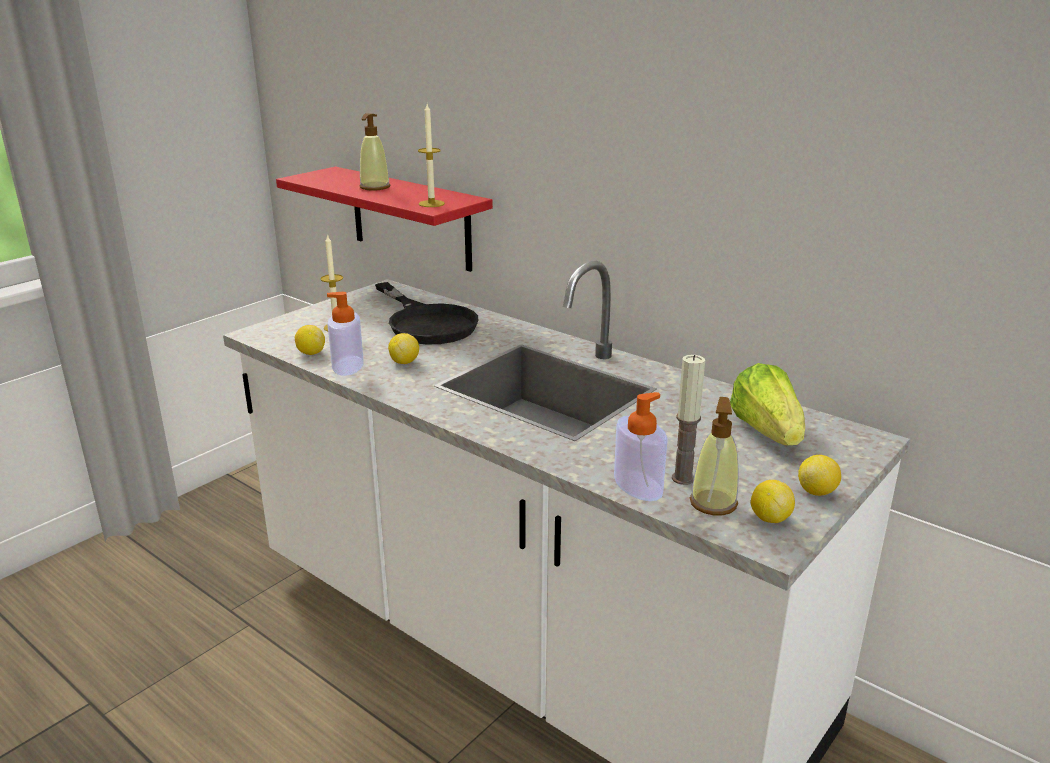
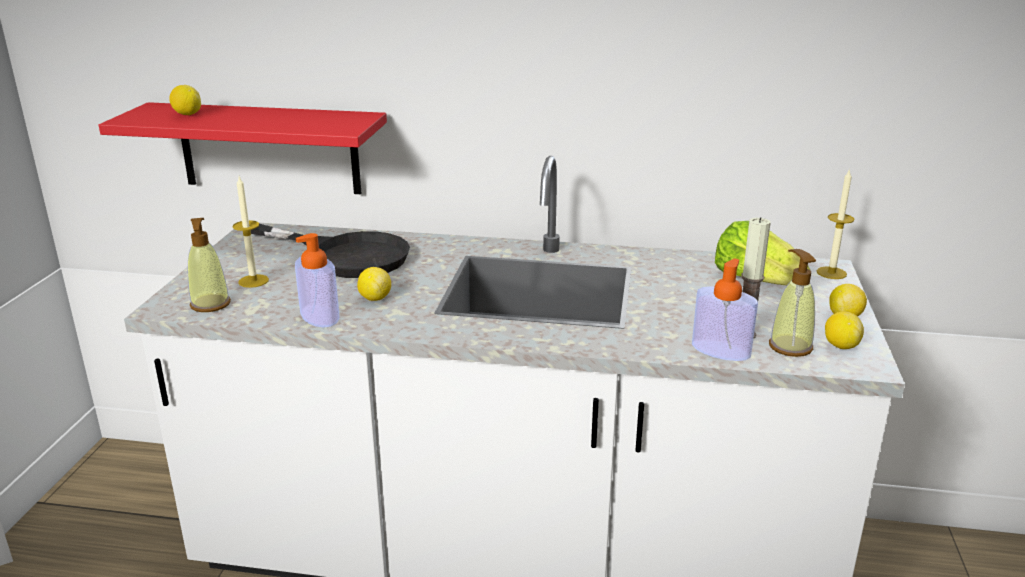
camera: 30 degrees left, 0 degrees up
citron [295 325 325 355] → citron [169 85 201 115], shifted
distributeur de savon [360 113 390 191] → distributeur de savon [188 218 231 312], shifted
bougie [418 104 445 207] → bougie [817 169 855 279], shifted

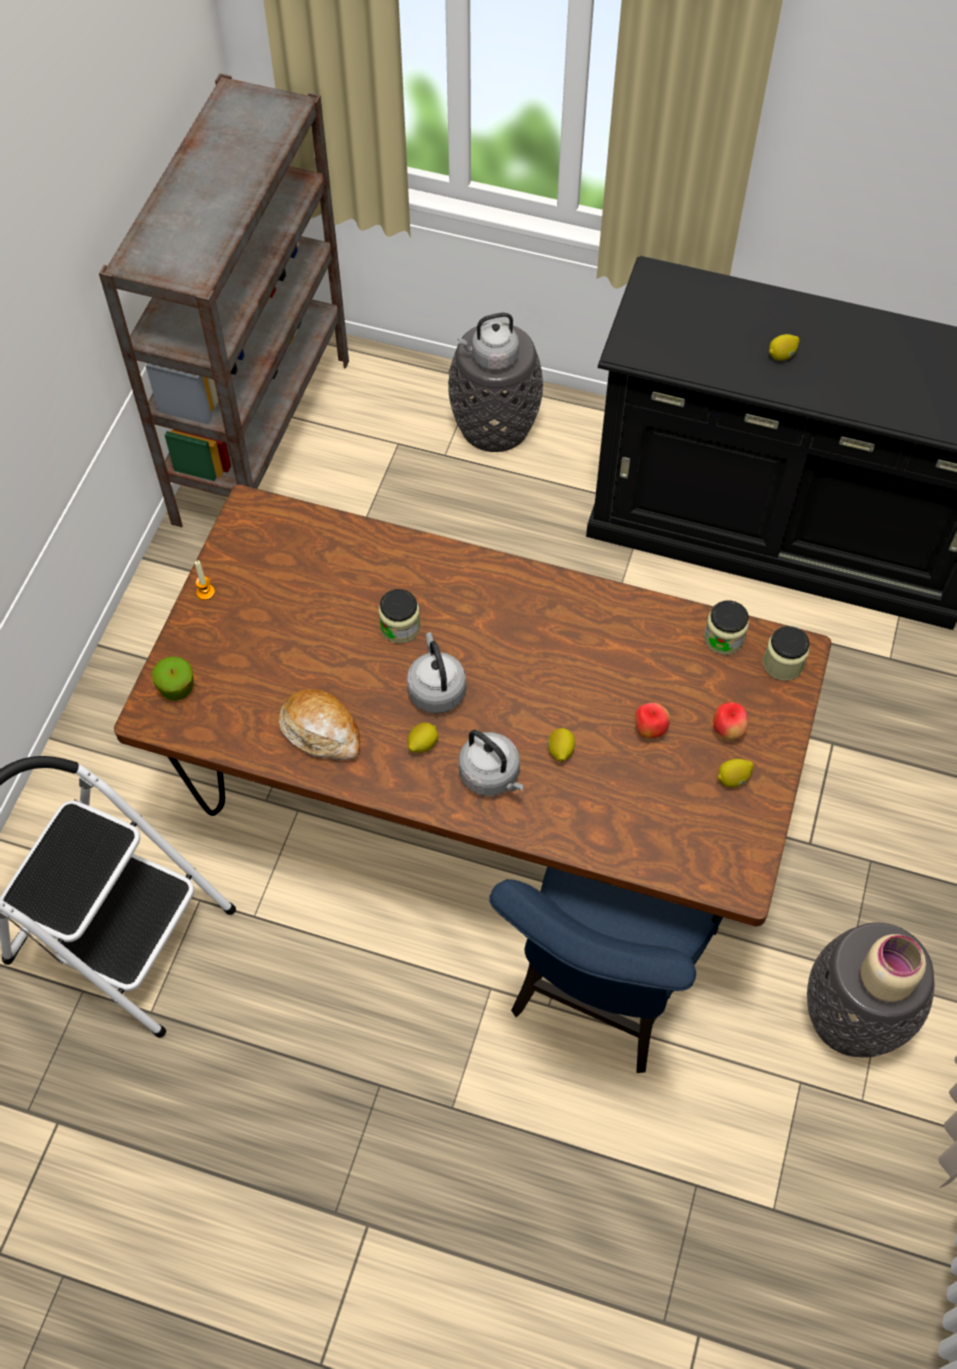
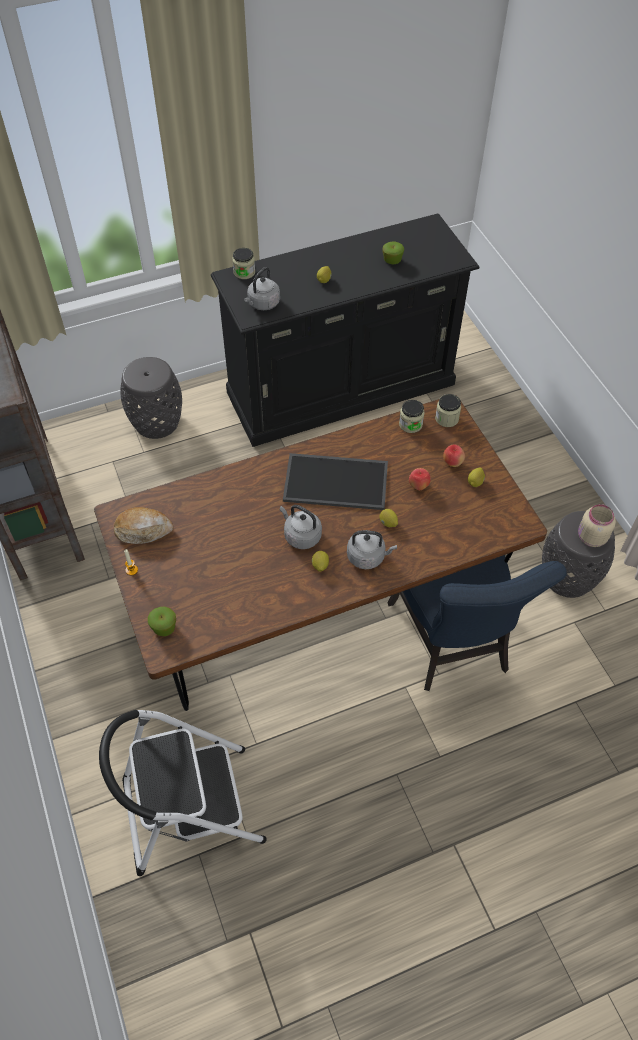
camera: 40 degrees left, 5 degrees down
pain [279 689 361 760] → pain [114 507 174 544], shifted
bocal [378 589 420 643] → bocal [232 248 255 279], shifted
bouilloire/gris [458 313 519 371] → bouilloire/gris [244 267 280 310], shifted
- → plateau [283 453 388 510]
- → pomme [382 242 404 264]

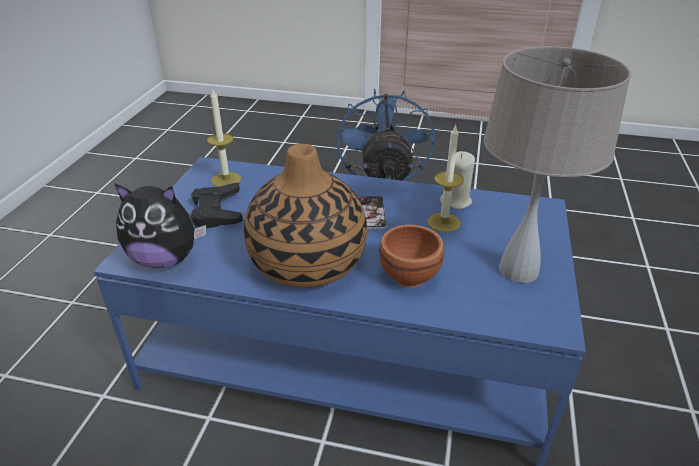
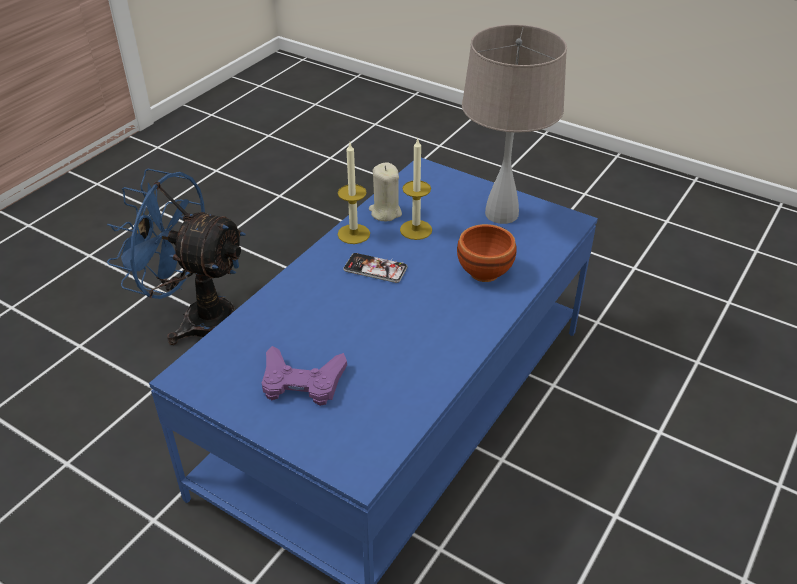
camera: 70 degrees left, 5 degrees up
peluche [114 183 206 268] → -
manette/noir [191 183 243 228] → manette/violet [262 346 347 406]
bougie [207 90 241 187] → bougie [338 143 370 244], shifted
vase [244 144 367 288] → -

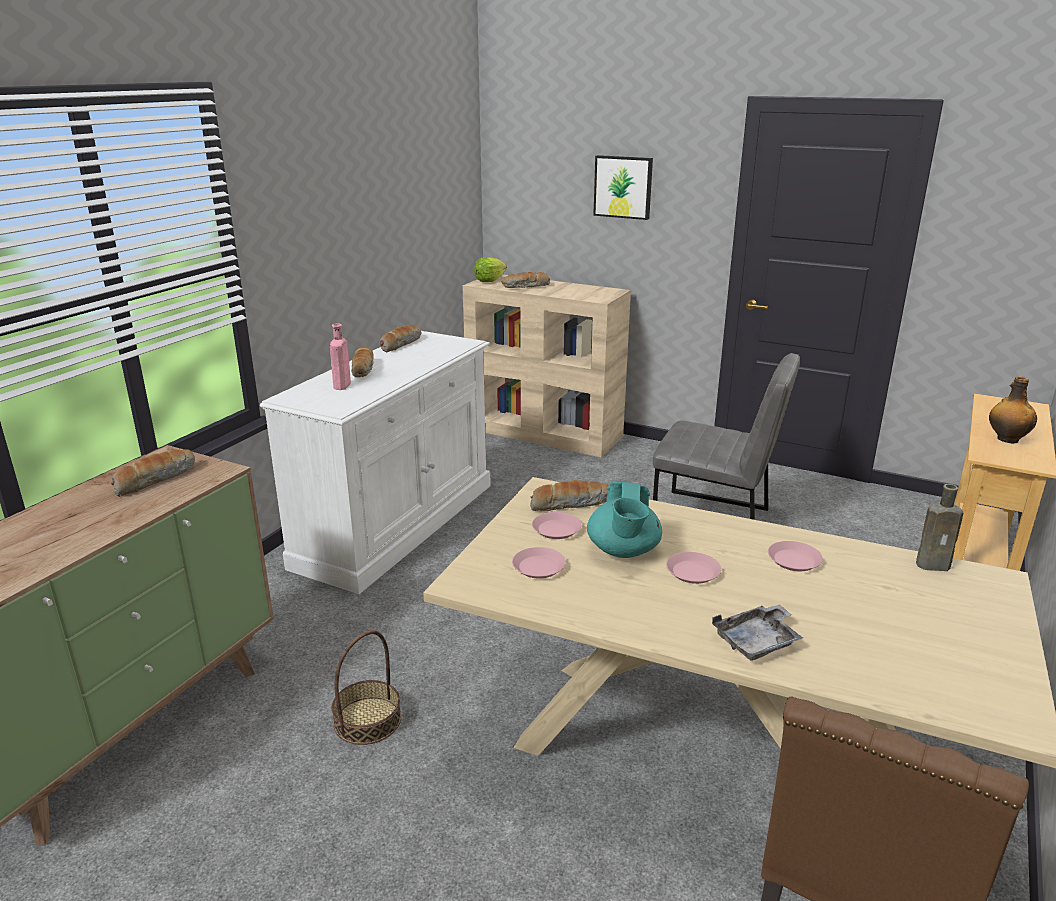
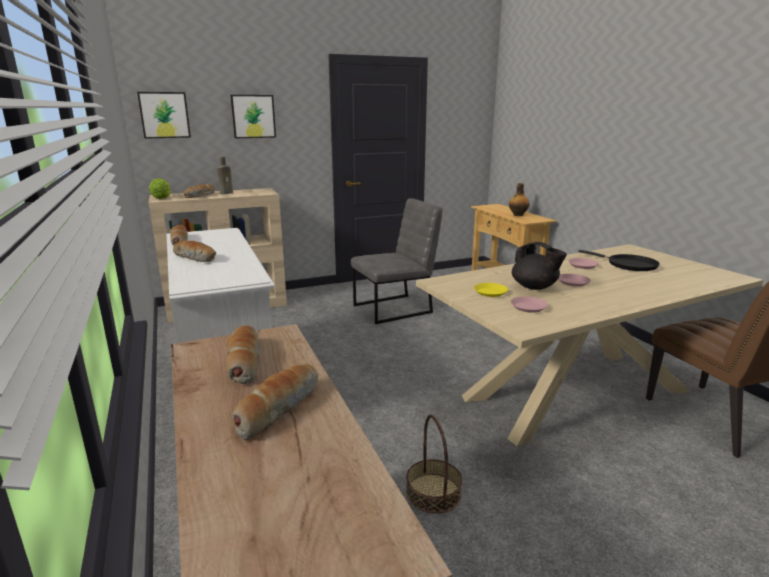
camera: 50 degrees left, 5 degrees down
bouteille/rose [330 323 351 390] → -
pain [530 480 609 511] → pain [232 364 318 440], shifted
assiette/rose [532 512 582 539] → assiette/jaune [474 283 508 297]
théière/turquoise [587 482 662 558] → théière/noir [512 242 567 290]
plateau/gris [712 604 803 661] → -
bouteille/marron [916 484 963 571] → bouteille/marron [217 157 233 194], shifted
- → tableau [137 92 191 139]
- → poêle/noir [578 250 660 271]

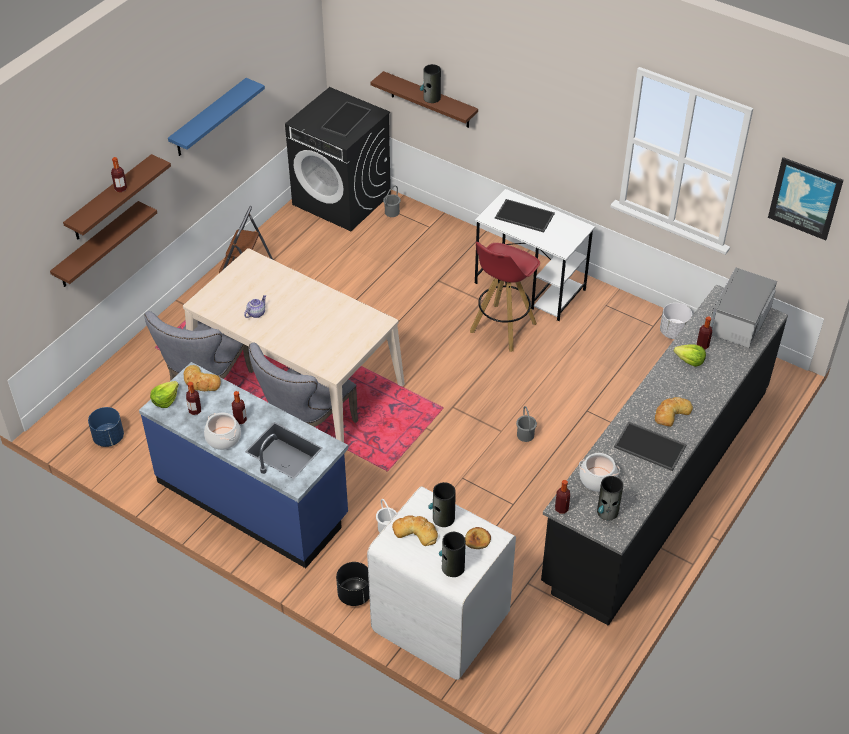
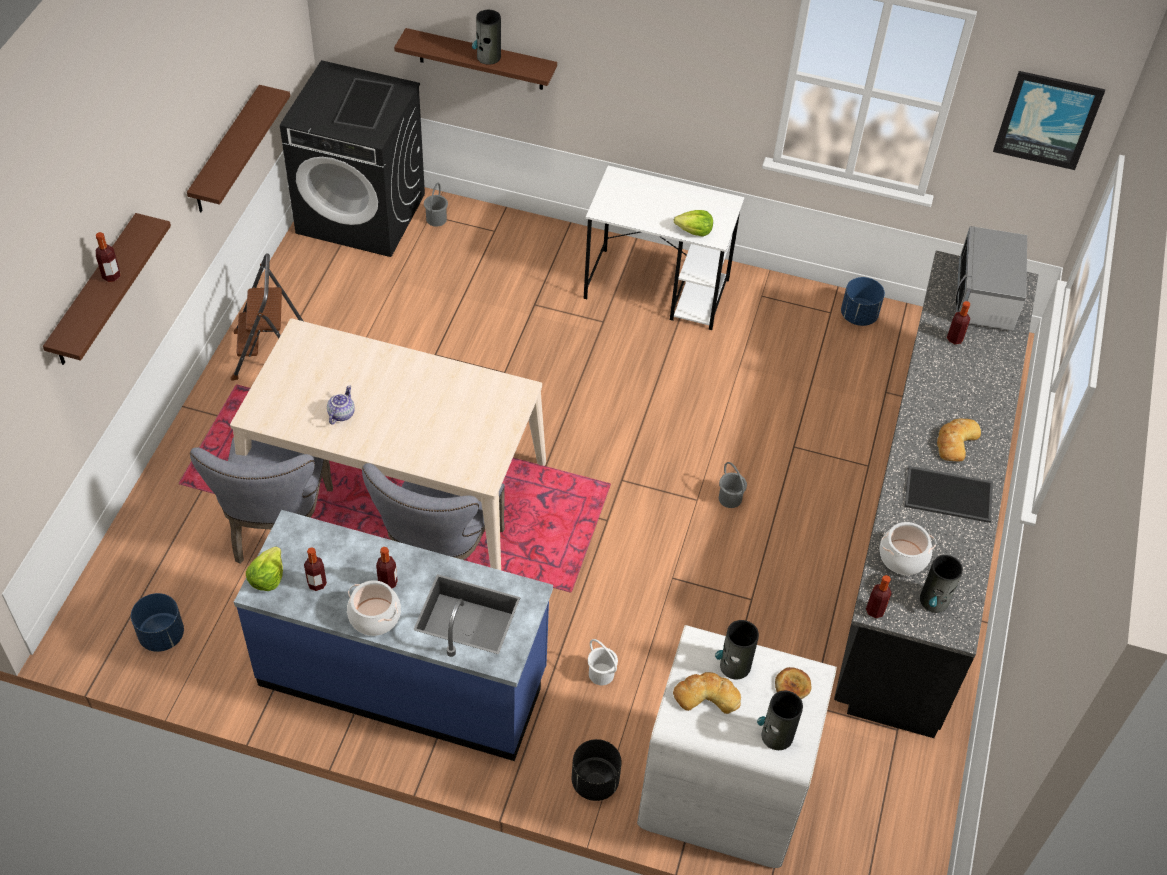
camera: 20 degrees left, 5 degrees up
étagère/marron [50 201 157 287] → étagère/marron [187 85 290 213], shifted
étagère/bleu [168 78 265 156] → -
pain [184 365 221 391] → -
tabouret/rouge [470 242 540 352] → -
plateau [495 199 555 233] → -
cache-pot/blanc [660 303 692 339] → cache-pot/bleu [841 277 885 326]
laitue [674 344 706 367] → laitue [674 210 713 237], shifted

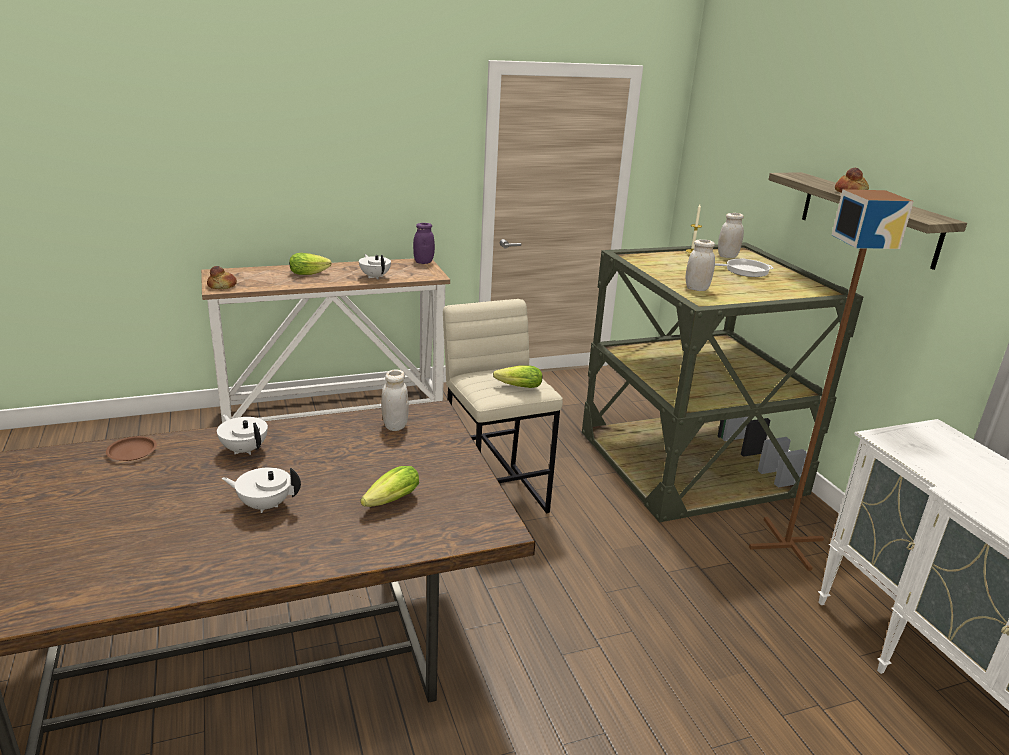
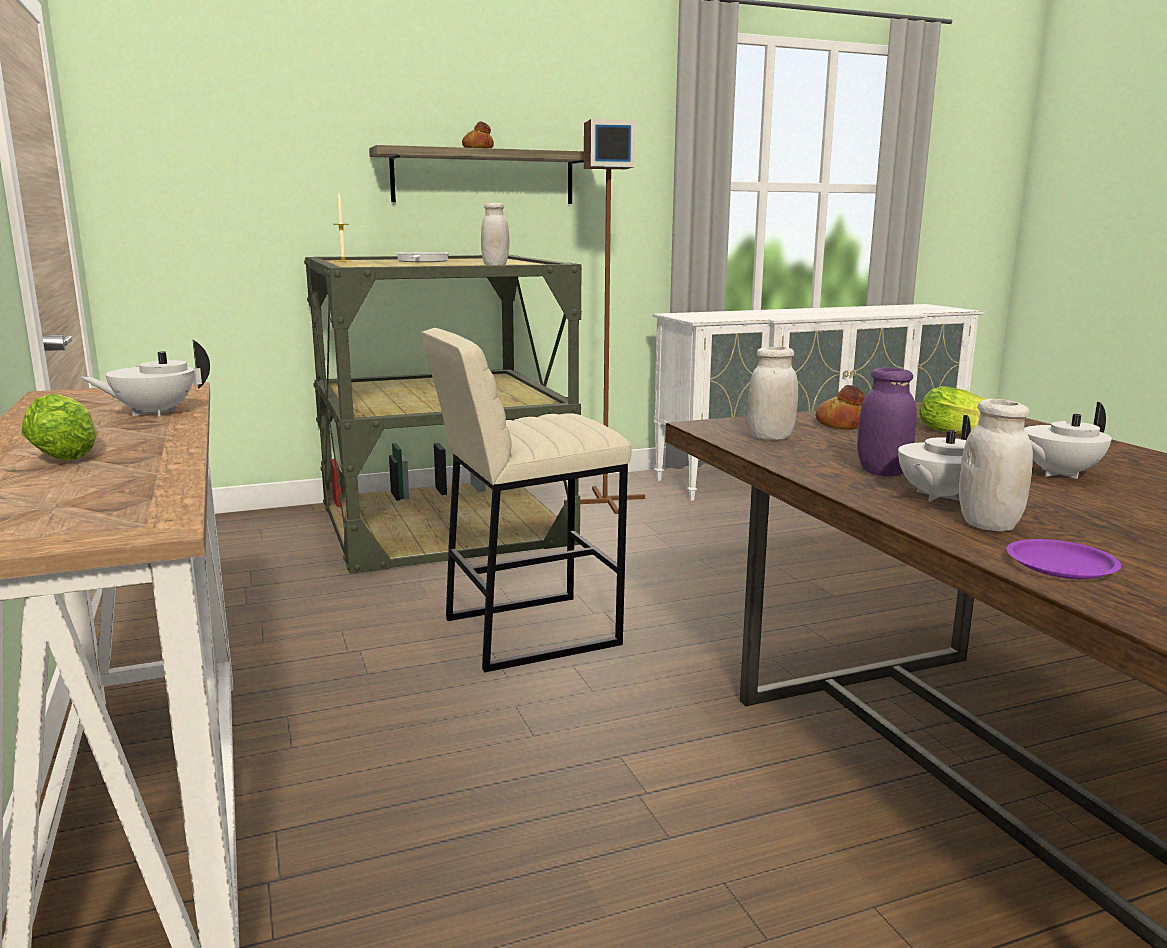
camera: 90 degrees left, 10 degrees down
assiette/marron [106 436 157 461] → assiette/violet [1006 539 1121 579]
pain [207 266 237 289] → pain [816 385 865 430], shifted
théière/blanc [222 467 301 513] → théière/blanc [1024 402 1112 479], 60 degrees clockwise
bocal/violet [413 223 435 264] → bocal/violet [857 367 917 476], shifted
laitue [493 365 543 388] → -
bocal/blanc [718 213 744 258] → bocal/blanc [959 399 1033 531], shifted

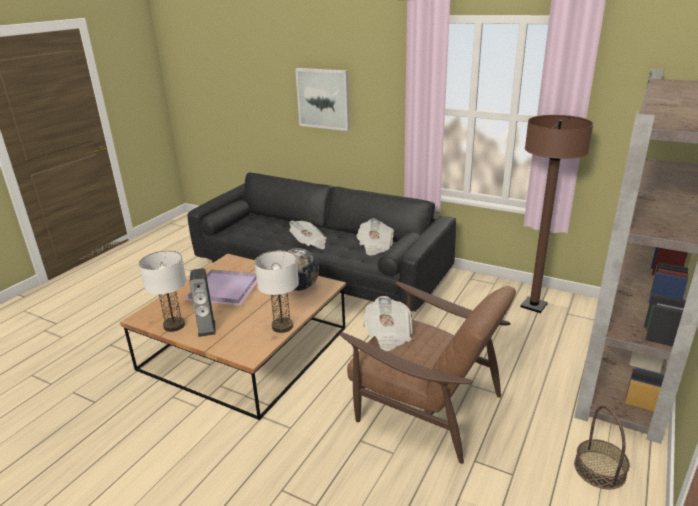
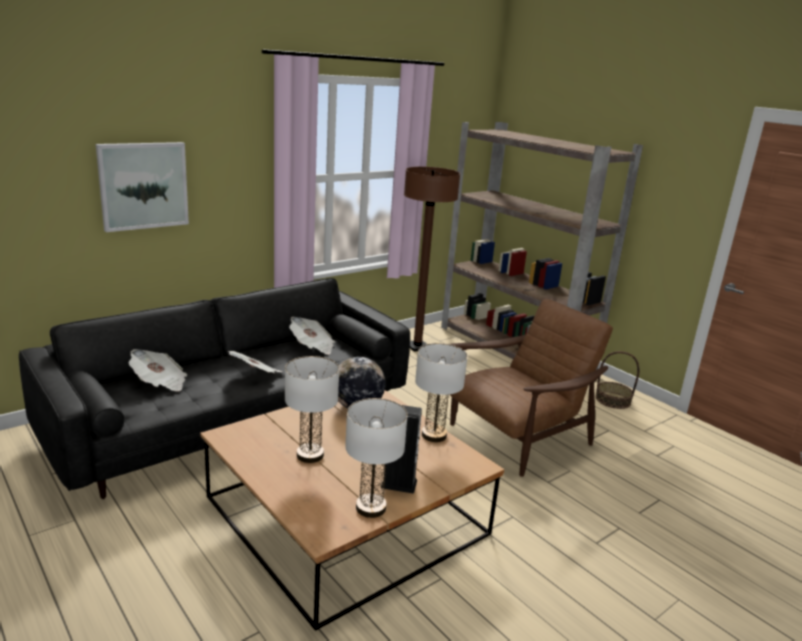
camera: 70 degrees left, 5 degrees down
plateau/violet [184 270 257 306] → lampe de table [285 356 339 463]
journal [363 296 412 351] → journal [129 349 187 392], shifted

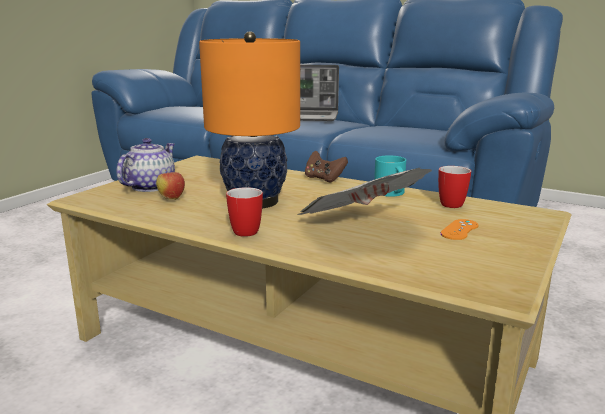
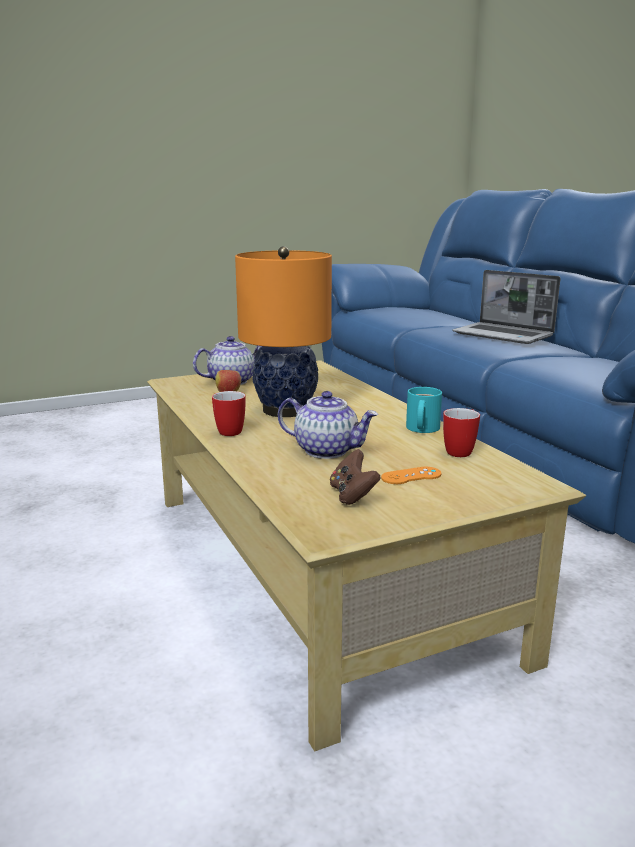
camera: 35 degrees right, 0 degrees up
journal [297 168 432 215] → théière [278 391 378 459]
manette/marron [305 151 348 182] → manette/marron [330 449 381 505], shifted

